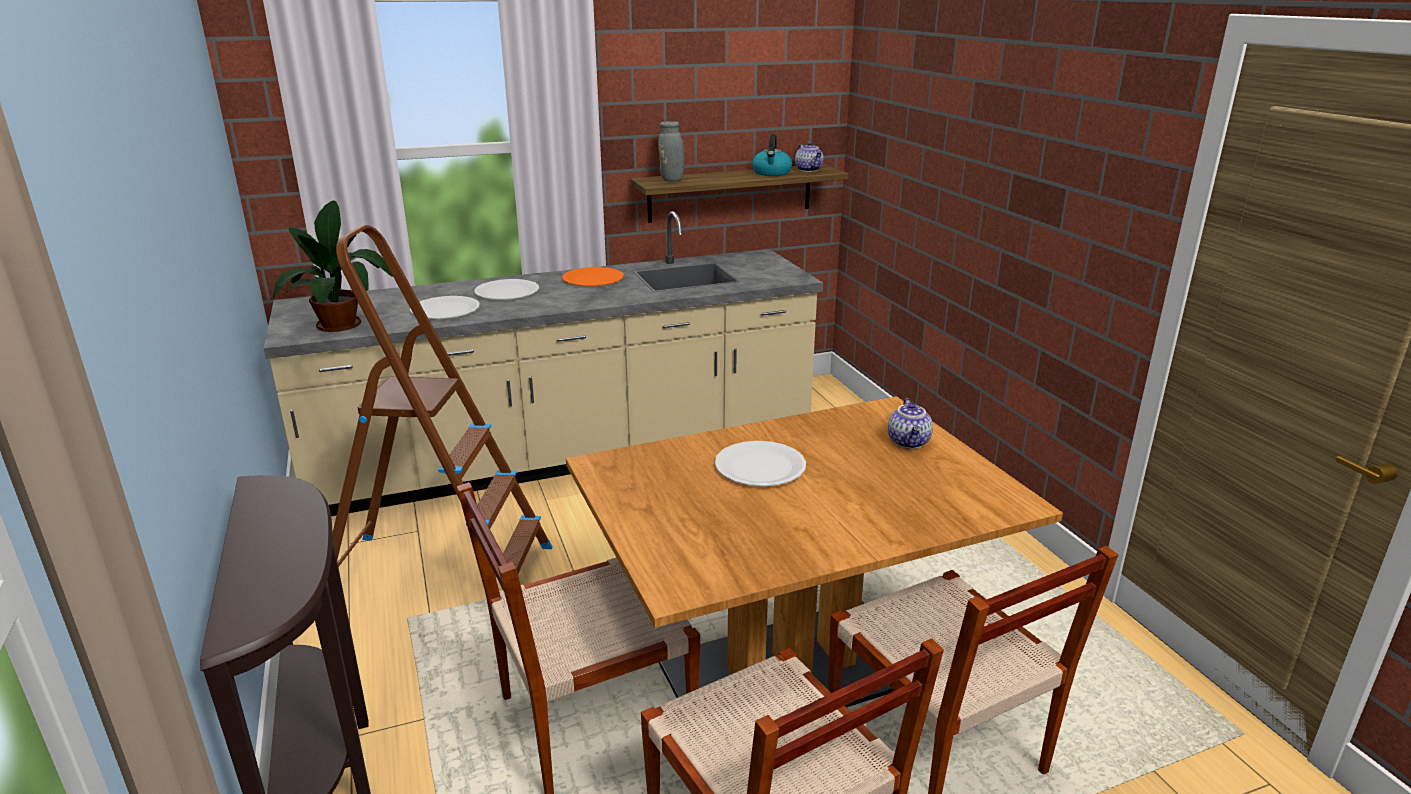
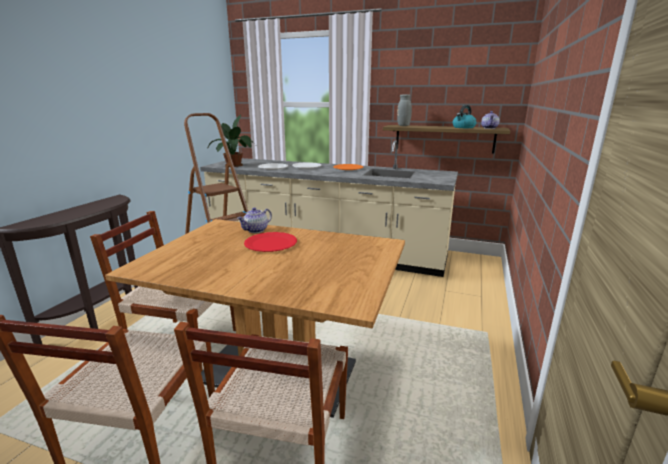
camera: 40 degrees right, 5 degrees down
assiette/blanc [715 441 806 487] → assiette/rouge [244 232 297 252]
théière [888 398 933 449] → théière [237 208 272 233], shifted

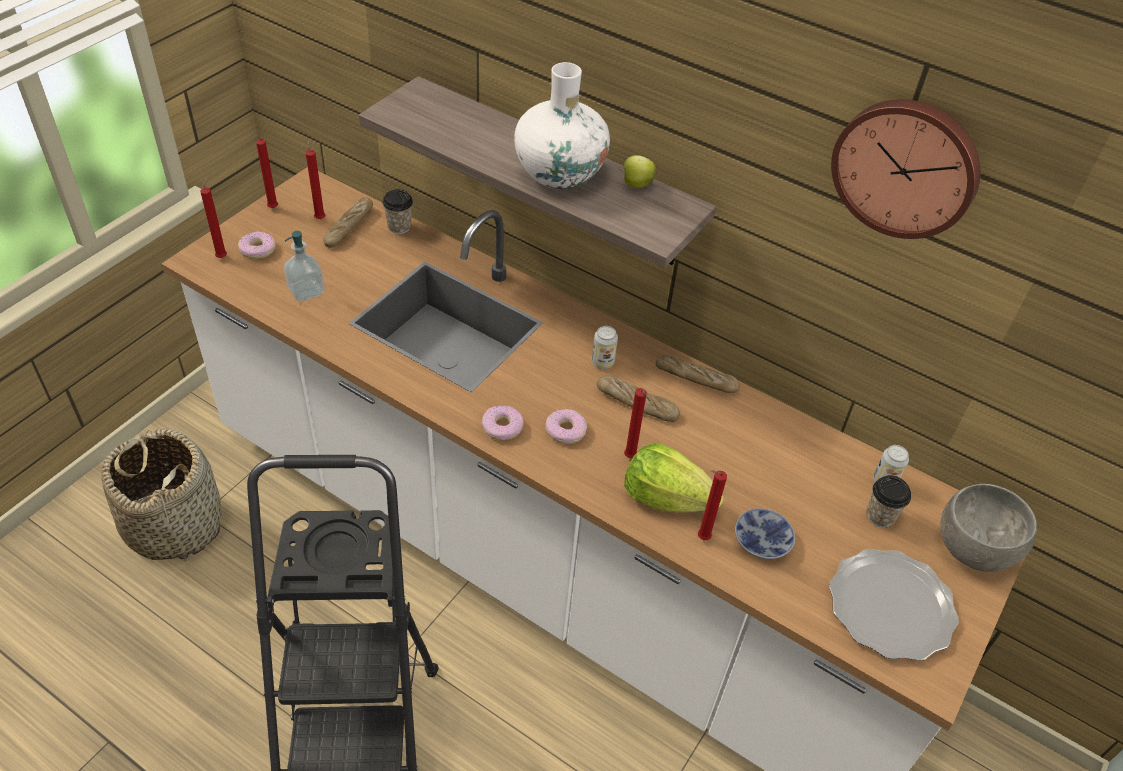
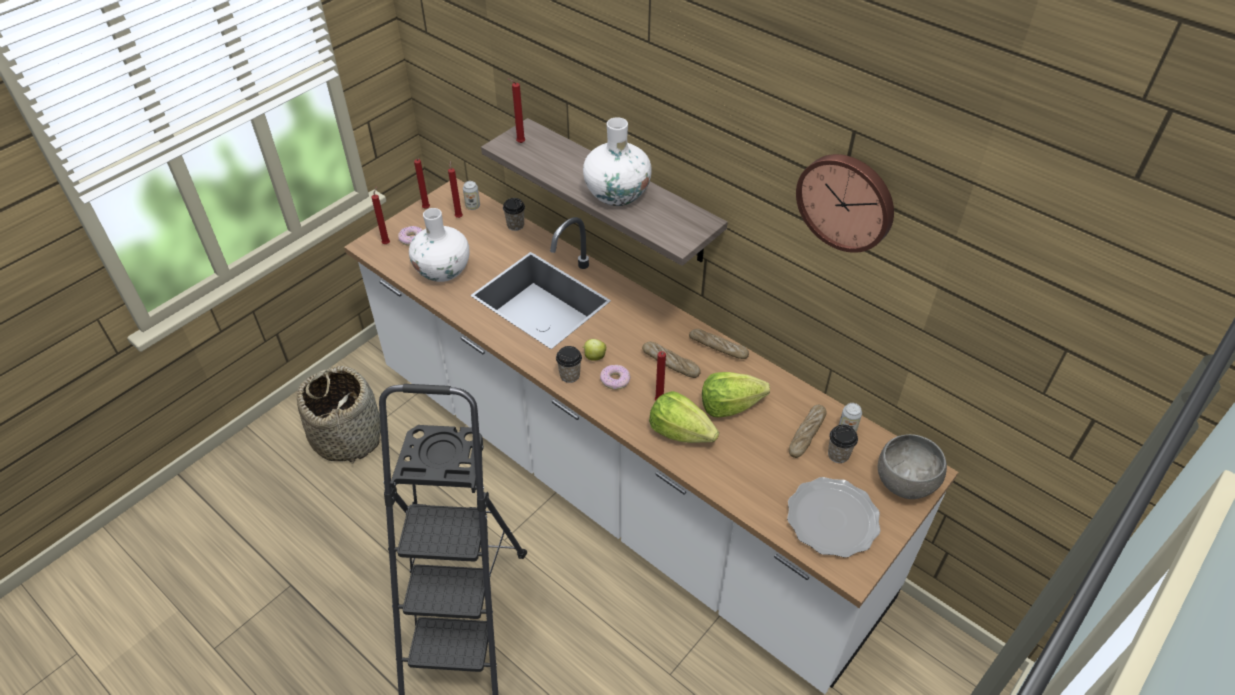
camera: 10 degrees right, 0 degrees up
distributeur de savon [284 231 324 302] → vase/blanc [409 208 470 282]
pain [323 197 373 248] → pain [789 405 827 458], shifted
beignet [482 405 524 440] → tasse [556 346 582 383]
boîte métallique [592 326 618 369] → boîte métallique [463 181 480 210], shifted
pomme [620 155 656 188] → pomme [582 339 606 361], shifted
bougie/rouge [698 470 727 540] → bougie/rouge [508 79 525 143], shifted
bol [735 508 795 559] → -
- → laitue [702 372 770 417]

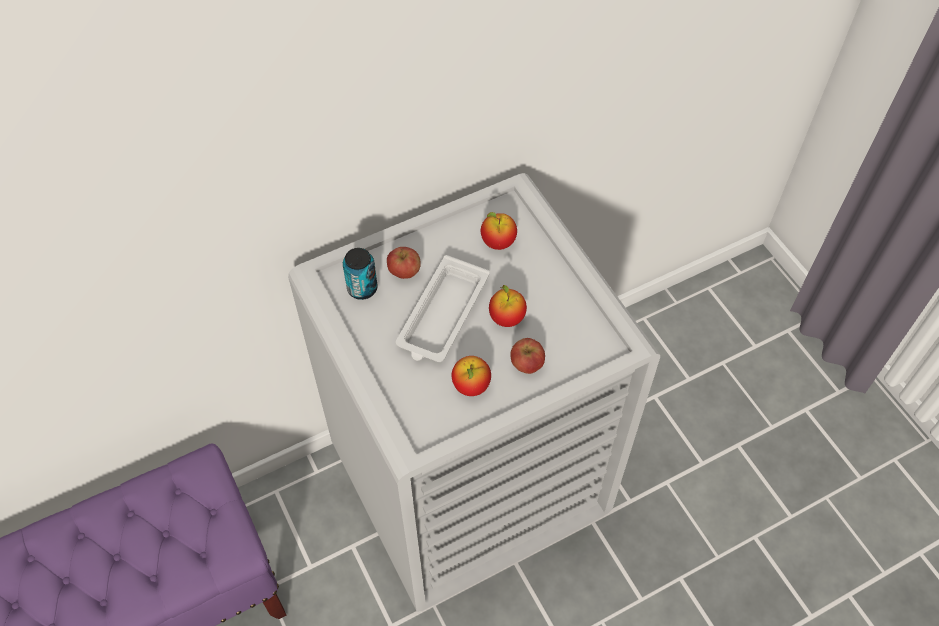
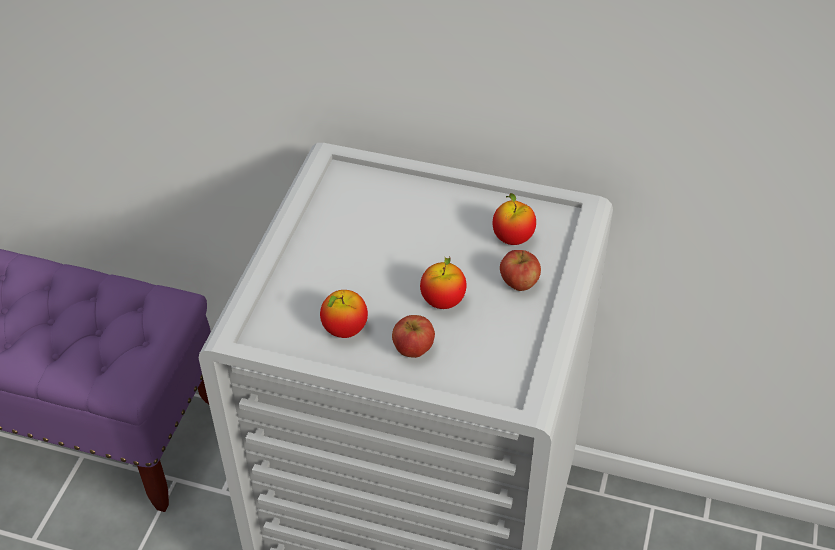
camera: 45 degrees right, 10 degrees down
boîte métallique [343 248 378 300] → -
pomme [387 247 420 279] → pomme [500 250 541 291], shifted
plateau/blanc [396 255 489 362] → -

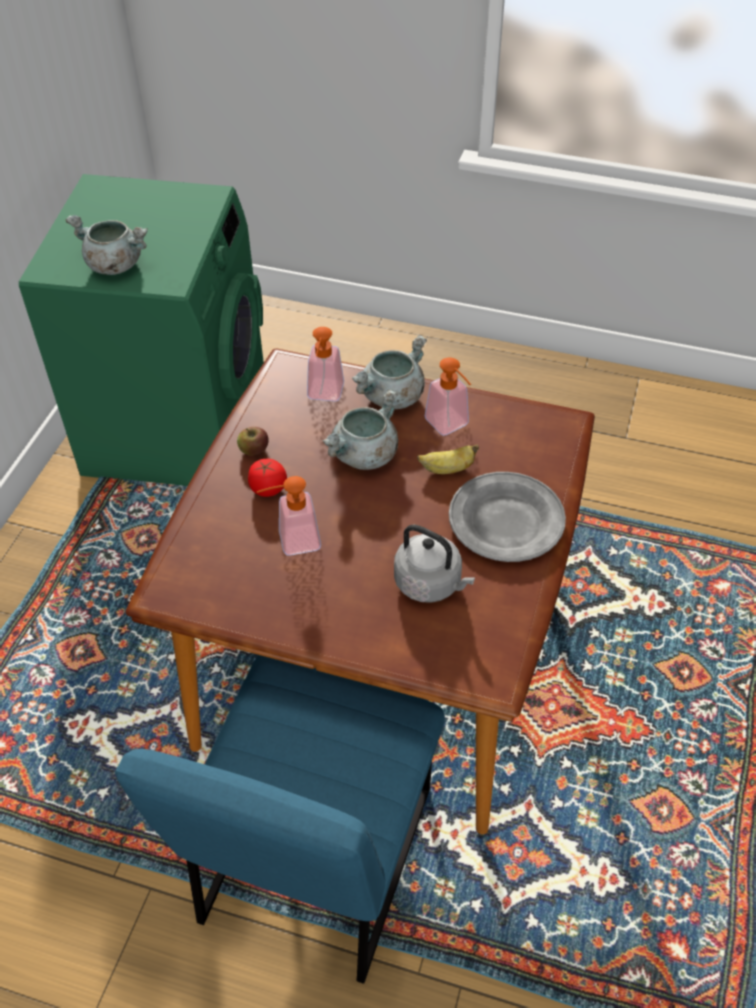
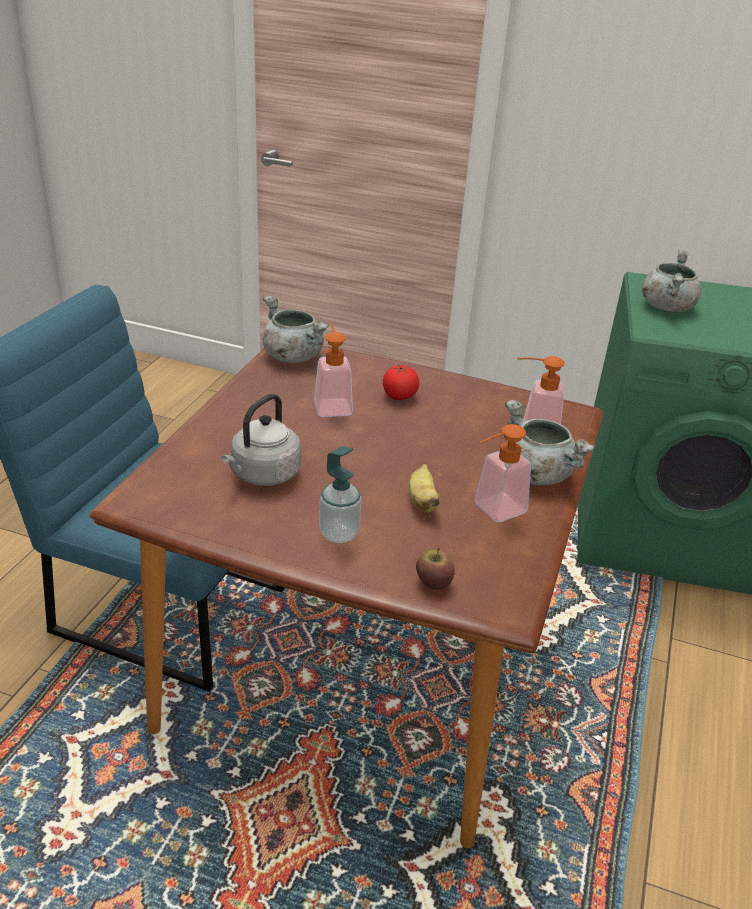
camera: 90 degrees right, 15 degrees down
pomme [237 427 269 456] → pomme [416 548 455 590], shifted
marmite/gris [322 389 398 470] → marmite/gris [262 295 329 363], shifted
assiette/gris [449 472 566 562] → distributeur de savon [319 446 362 543]

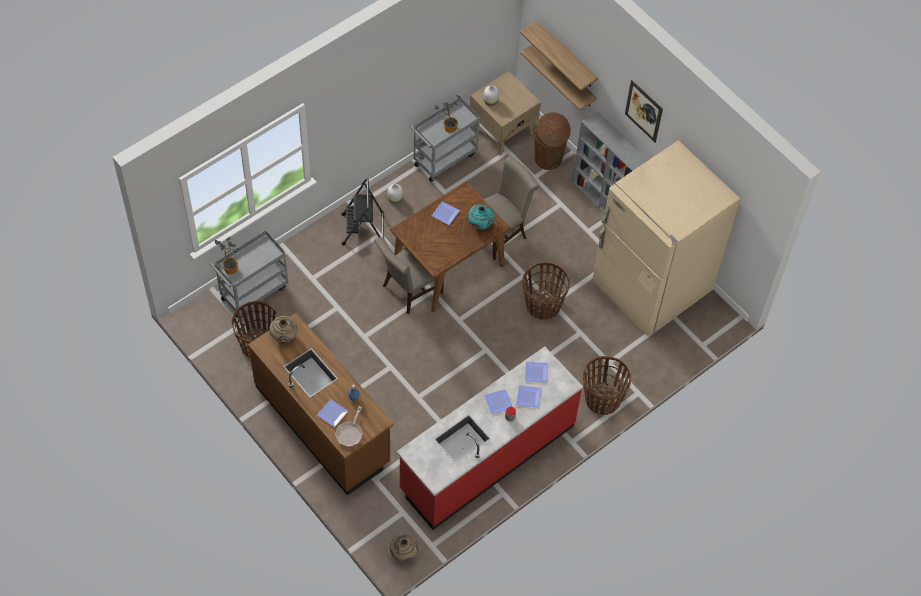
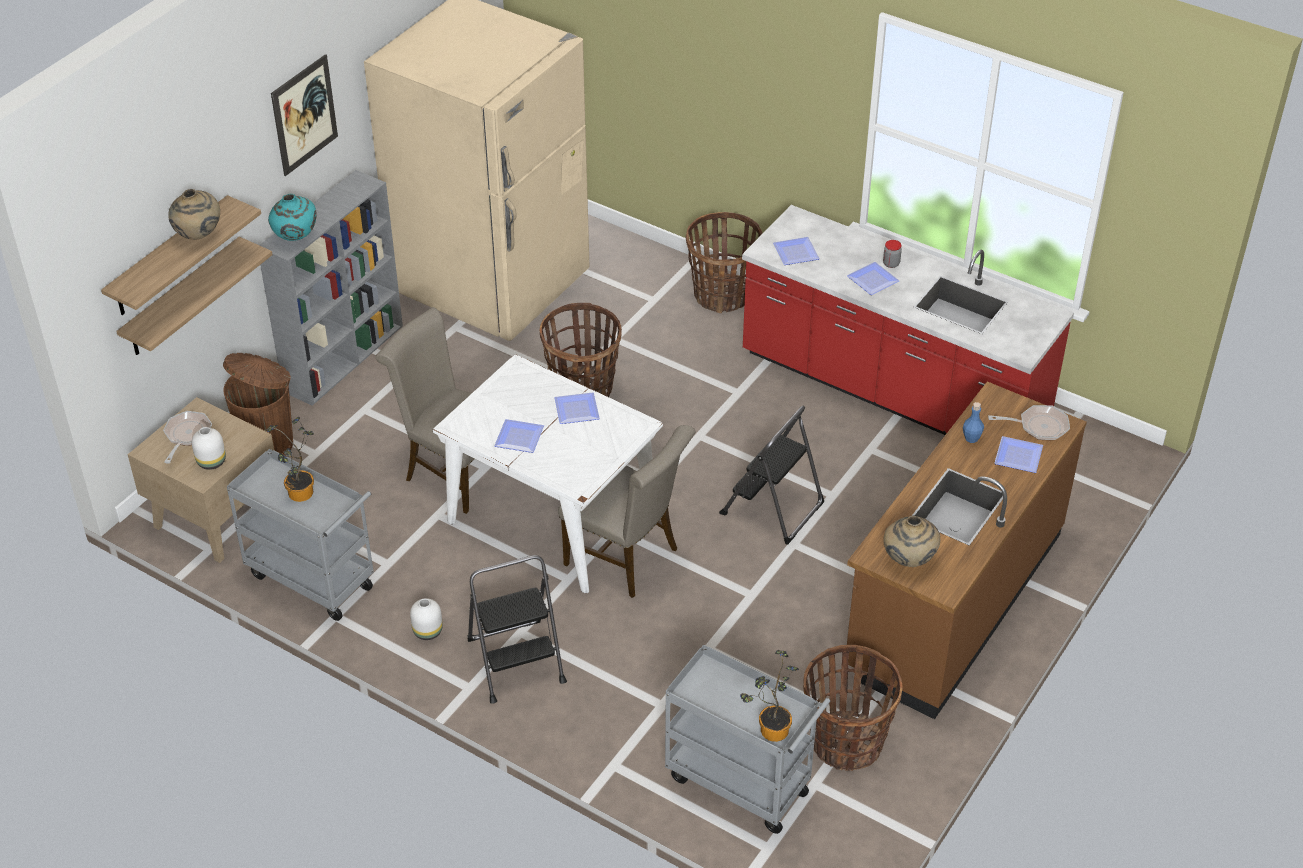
camera: 105 degrees left, 15 degrees down
table à manger/marron [390 181 510 312] → table à manger/blanc [433 354 663 594]
vase/beige [390 535 418 562] → vase/beige [168 189 220 240], shifted
vase/turquoise [468 204 494 229] → vase/turquoise [268 194 317 241], shifted
assiette [516 385 541 408] → assiette [554 392 600 424], shifted
- → poêle [163 411 212 464]
- → escabeau/noir [719 406 824 545]

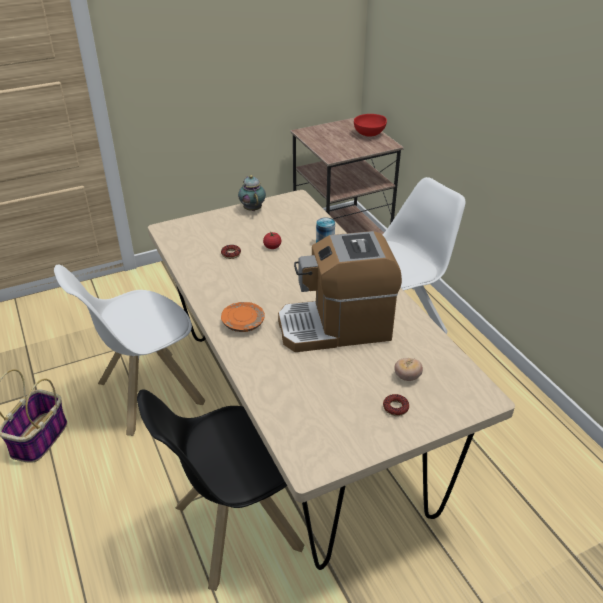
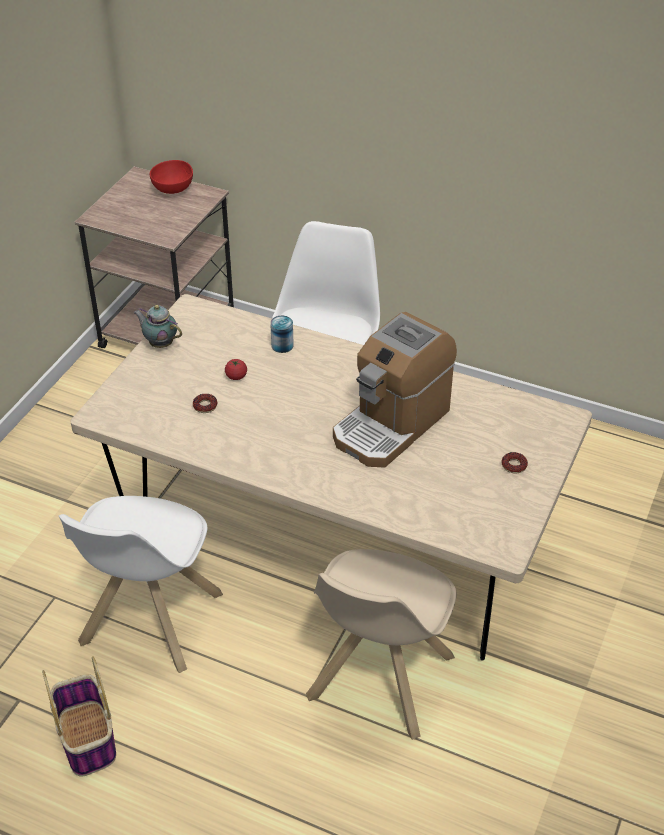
camera: 40 degrees left, 5 degrees up
chaise/noir [137 389 304 591] → chaise/beige [306 549 457 740]
assiette/orange [221 302 265 332] → -
tomate [394 358 423 381] → -

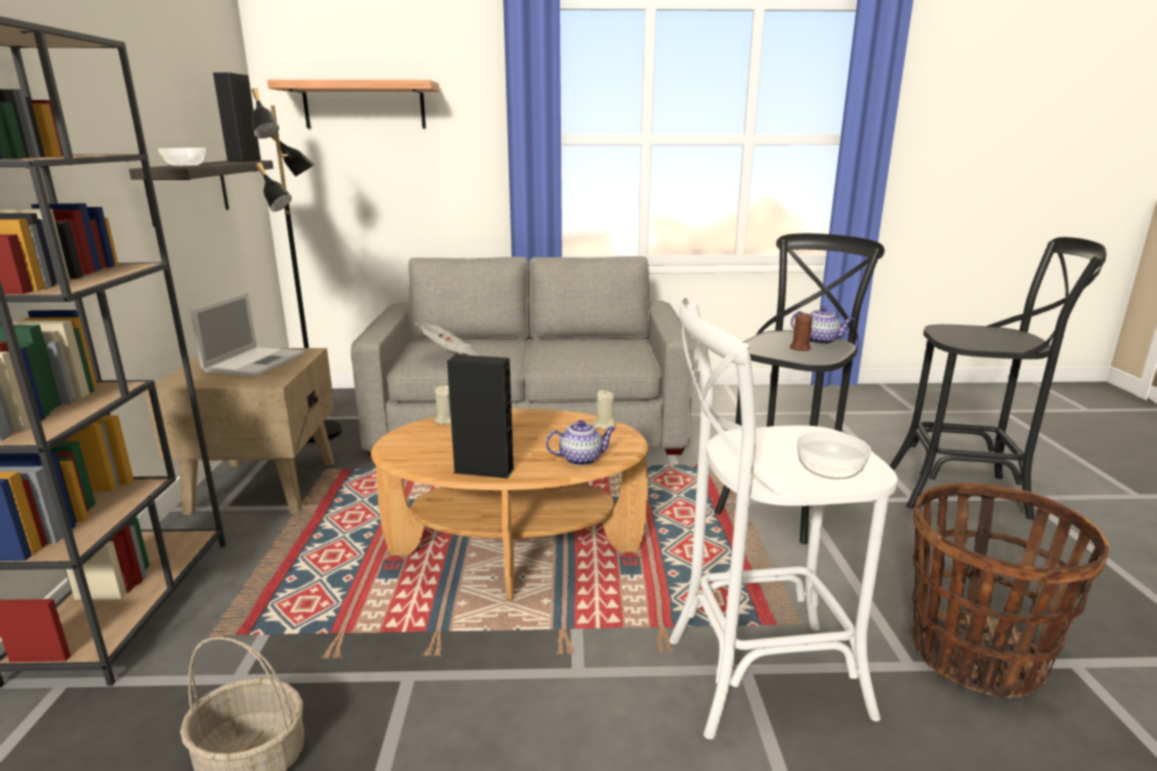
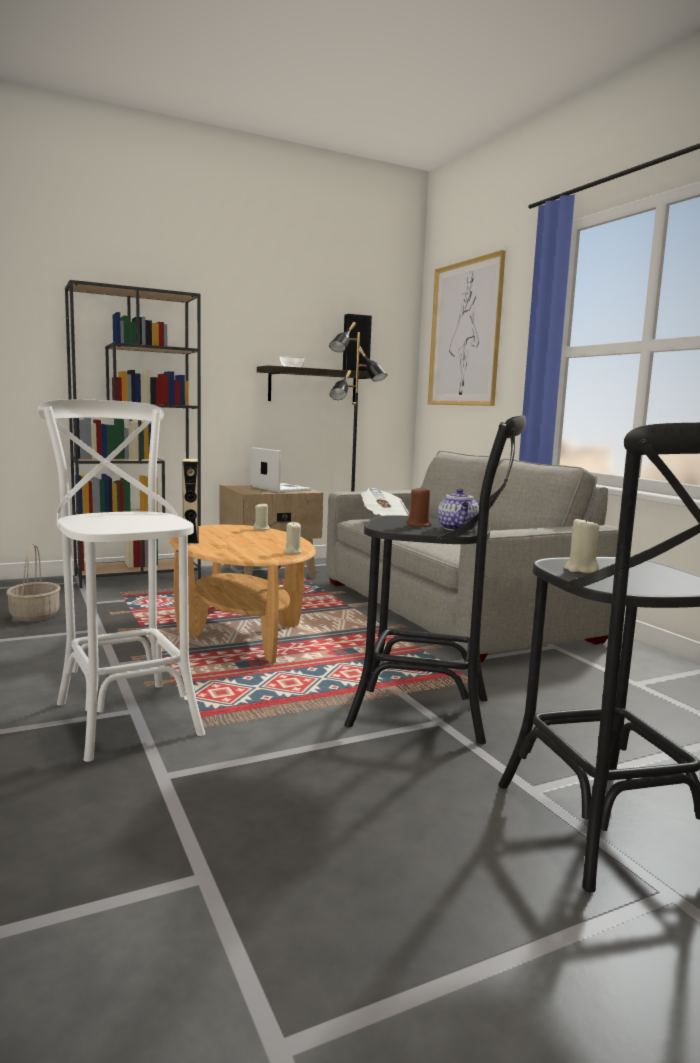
camera: 65 degrees right, 10 degrees down
ordinateur portable [190 293 305 377] → ordinateur portable [251 447 312 492], 120 degrees counterclockwise
étagère [267 80 439 128] → tableau [428 250 506 406]
enceinte/noir [447 354 515 479] → enceinte/beige [182 459 199 544]
théière [546 420 616 466] → -
bol [796 431 871 479] → -
panier [912 483 1110 698] → -
- → bougie/beige [564 517 599 573]

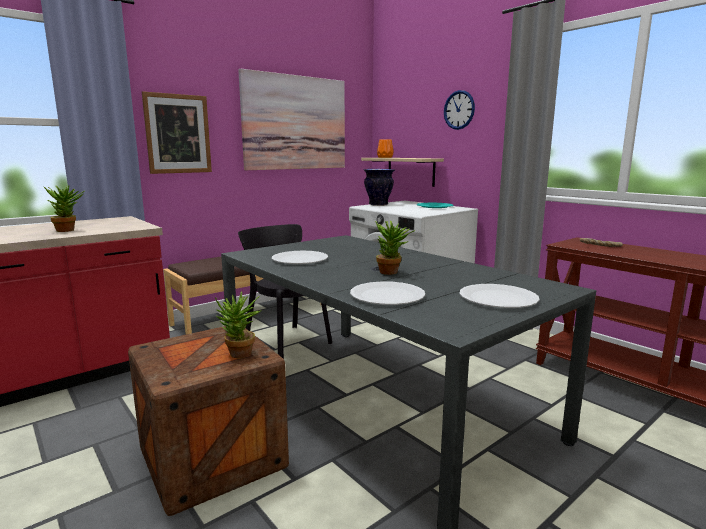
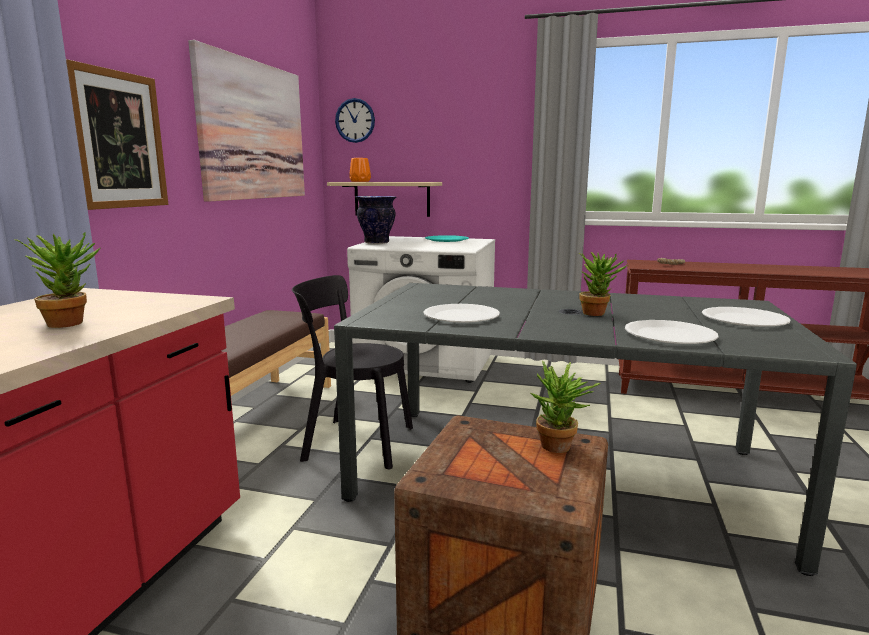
camera: 35 degrees left, 0 degrees up
horloge murale [444 90 475 130] → horloge murale [335 98 375 143], shifted

